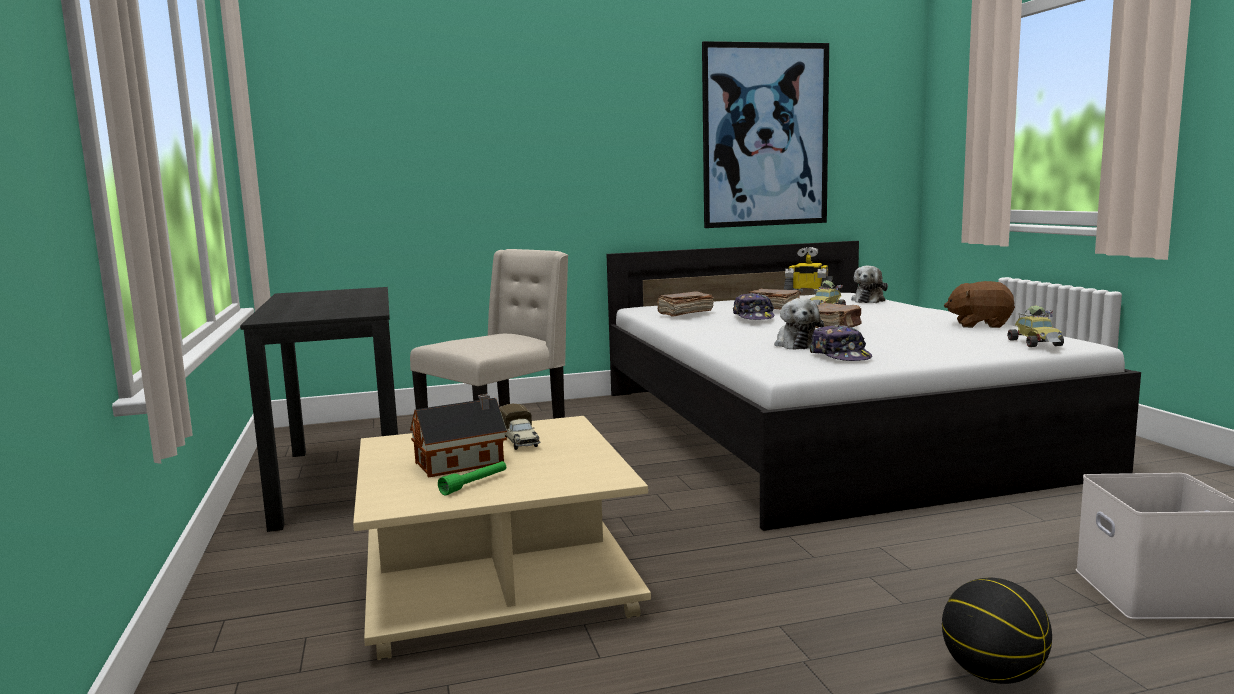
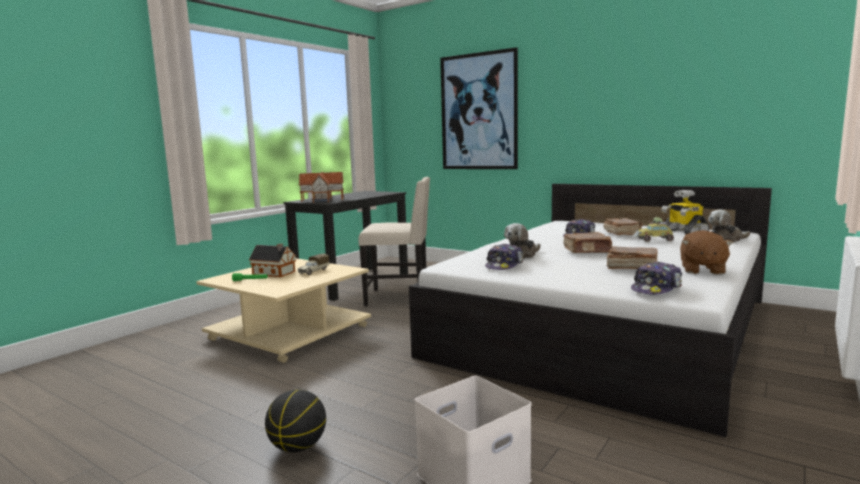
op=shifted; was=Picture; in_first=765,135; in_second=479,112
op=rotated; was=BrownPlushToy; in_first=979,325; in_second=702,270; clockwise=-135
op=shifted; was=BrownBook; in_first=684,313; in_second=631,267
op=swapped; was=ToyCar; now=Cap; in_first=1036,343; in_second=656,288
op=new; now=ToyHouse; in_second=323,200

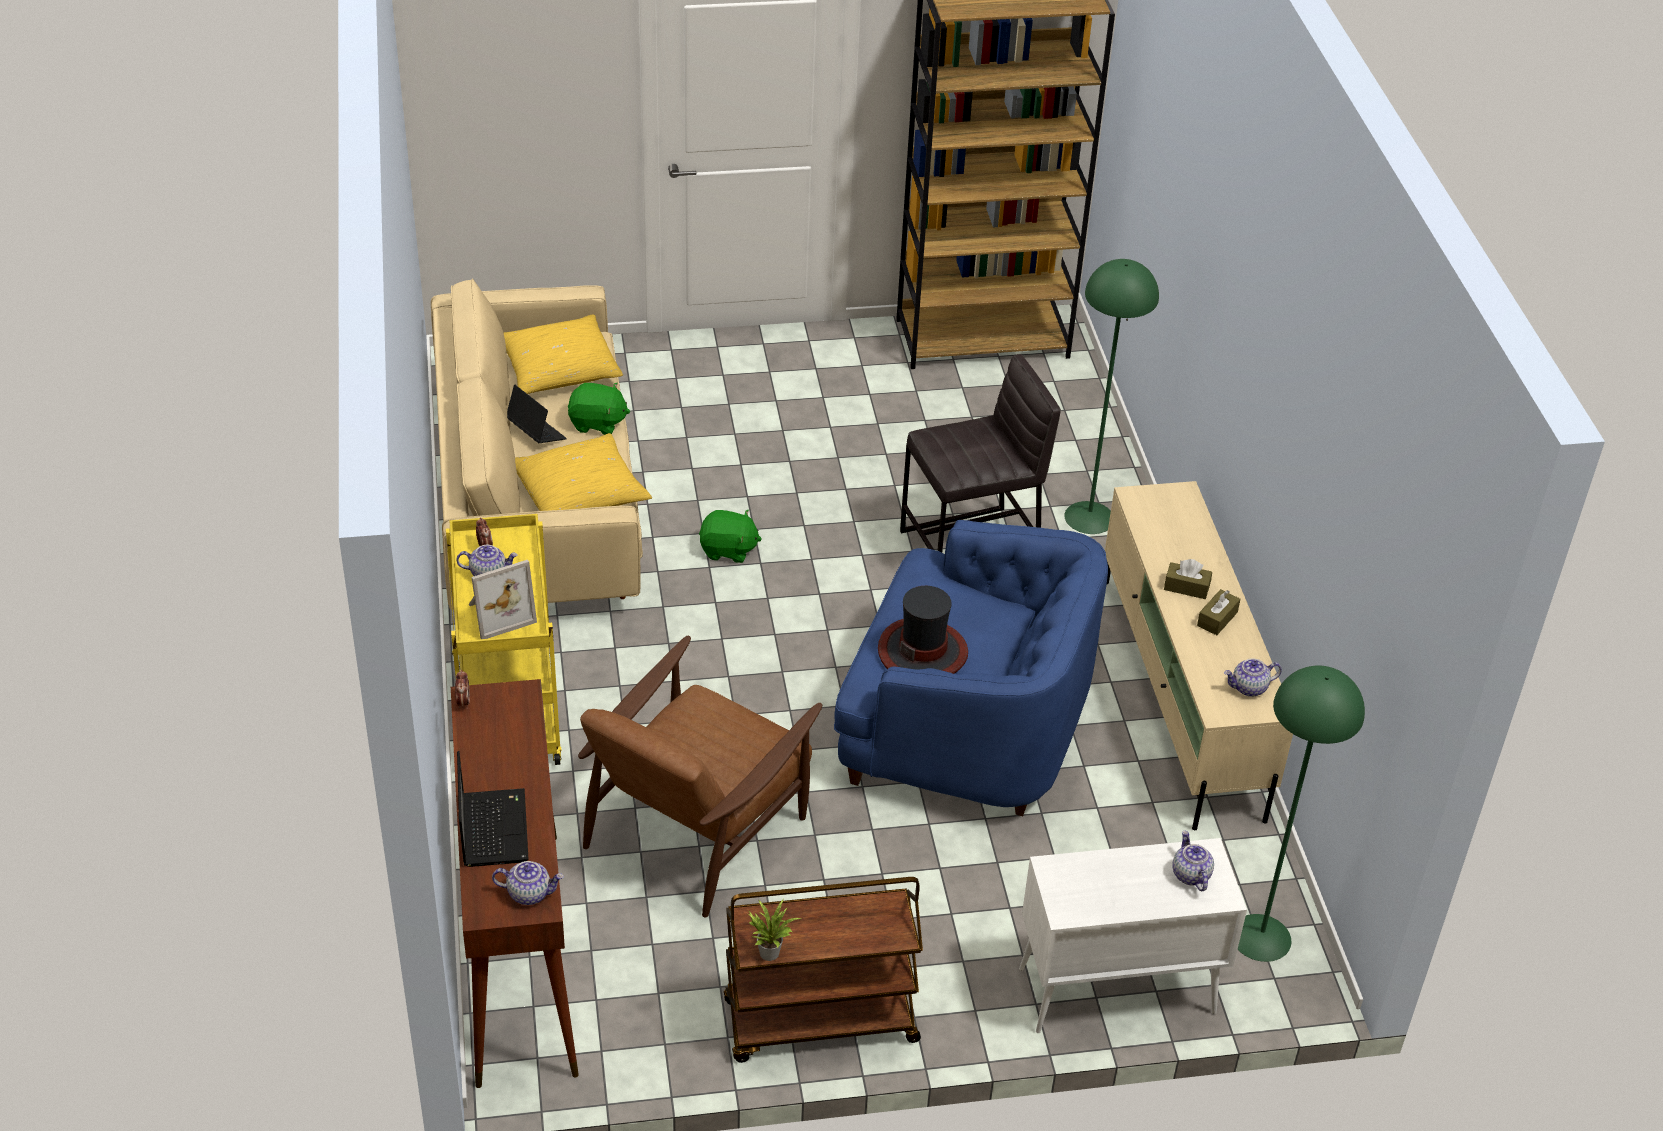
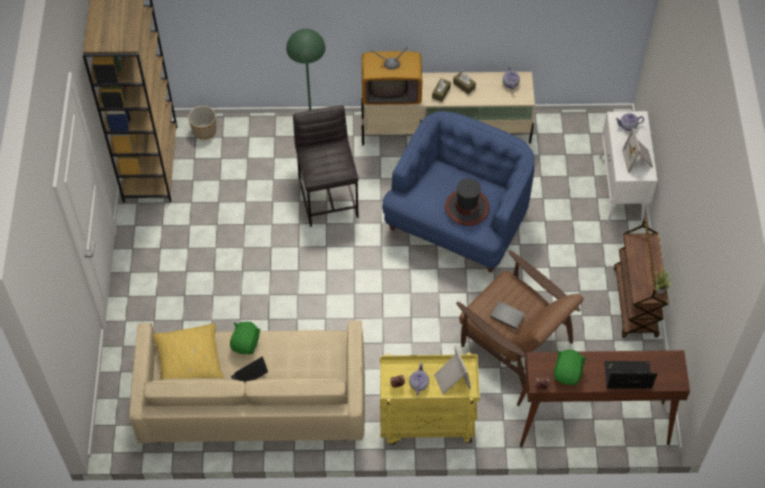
op=gone; was=YellowPillow; in_first=580,494
op=shifted; was=GreenPlushToy; in_first=728,550; in_second=568,373
op=gone; was=GreenFloorLamp; in_first=1260,938
op=gone; was=Teapot; in_first=529,893
op=new; now=Television; in_second=391,91
op=new; now=Planter; in_second=204,131
op=new; now=PictureFrame; in_second=638,159
op=new; now=GreyBook; in_second=508,315

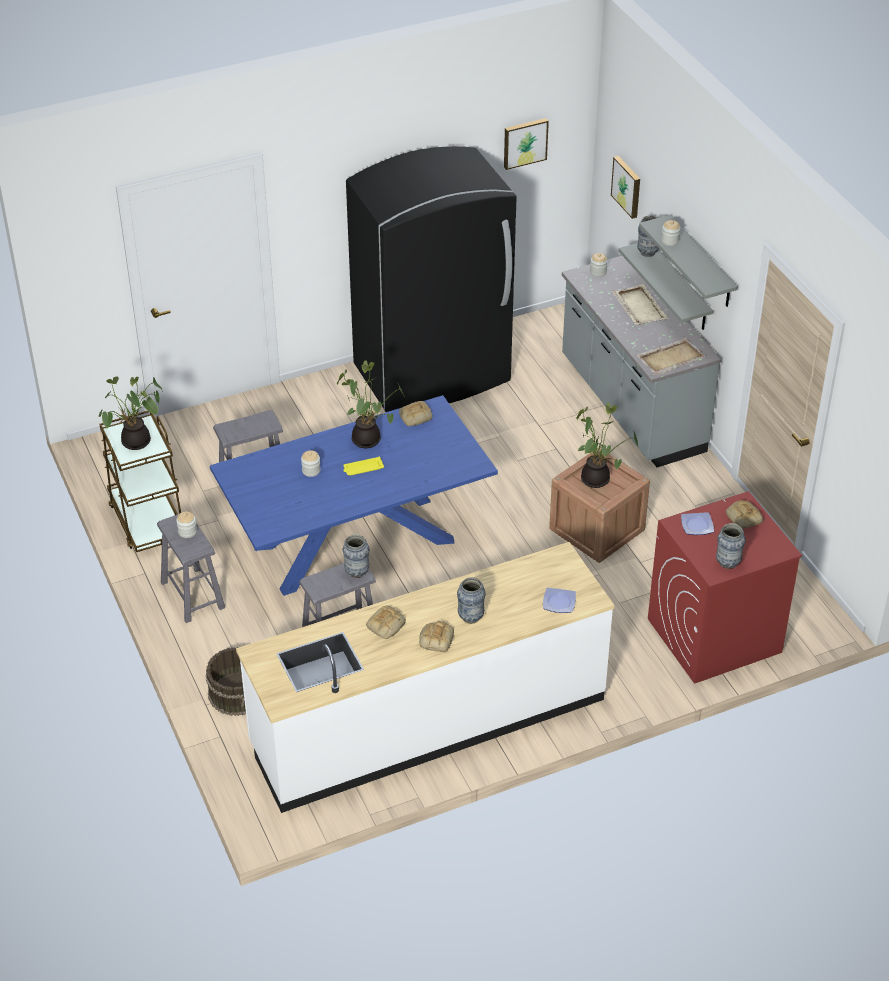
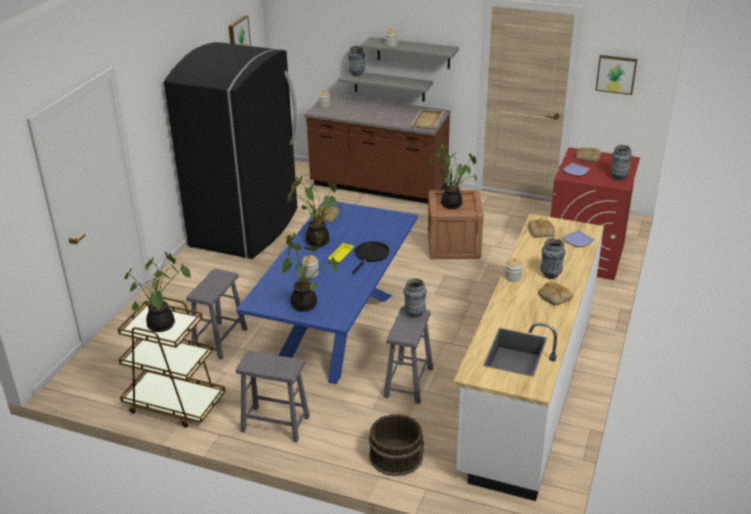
op=shifted; was=Picture; in_first=627,186; in_second=616,74
op=repainted; was=GreyCounter; now=BrownCounter; in_first=630,406; in_second=378,188
op=gone; was=BeigeTray; in_first=639,306
op=shifted; was=Jar; in_first=187,532; in_second=513,277
op=shifted; was=Bread; in_first=386,625; in_second=541,232
op=new; now=PottedPlant; in_second=306,304
op=new; now=BlackFryingPan; in_second=371,255

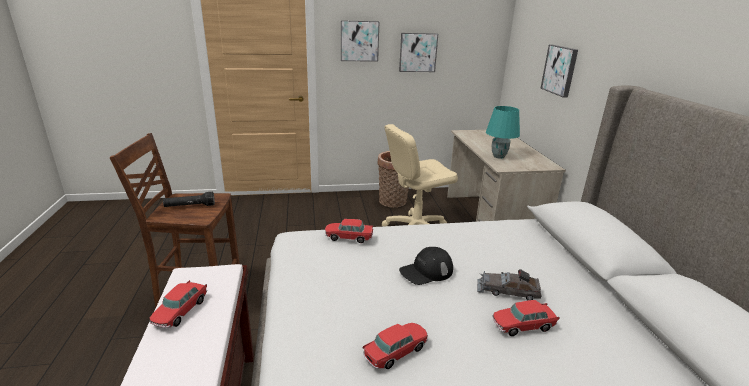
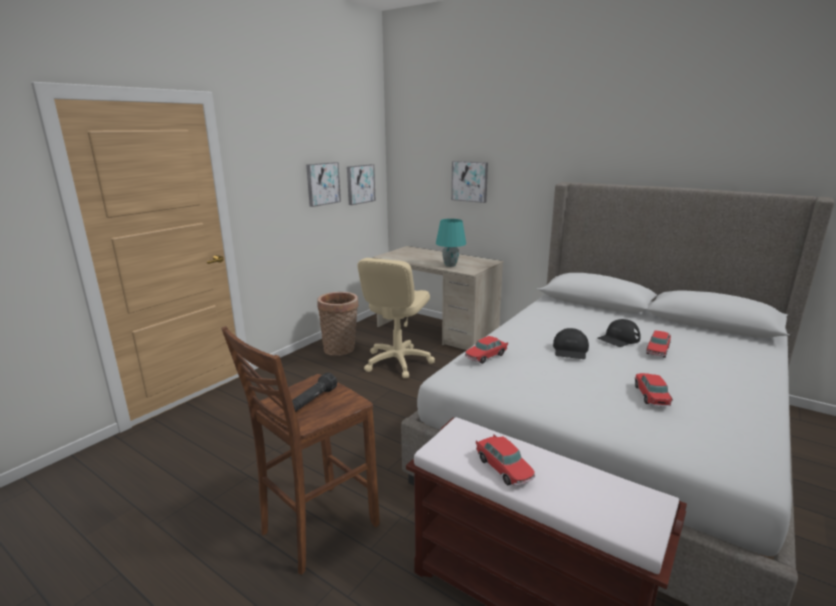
op=shifted; was=Picture; in_first=359,41; in_second=360,184
op=swapped; was=GreyToyCar; now=BlackCap; in_first=507,290; in_second=618,339

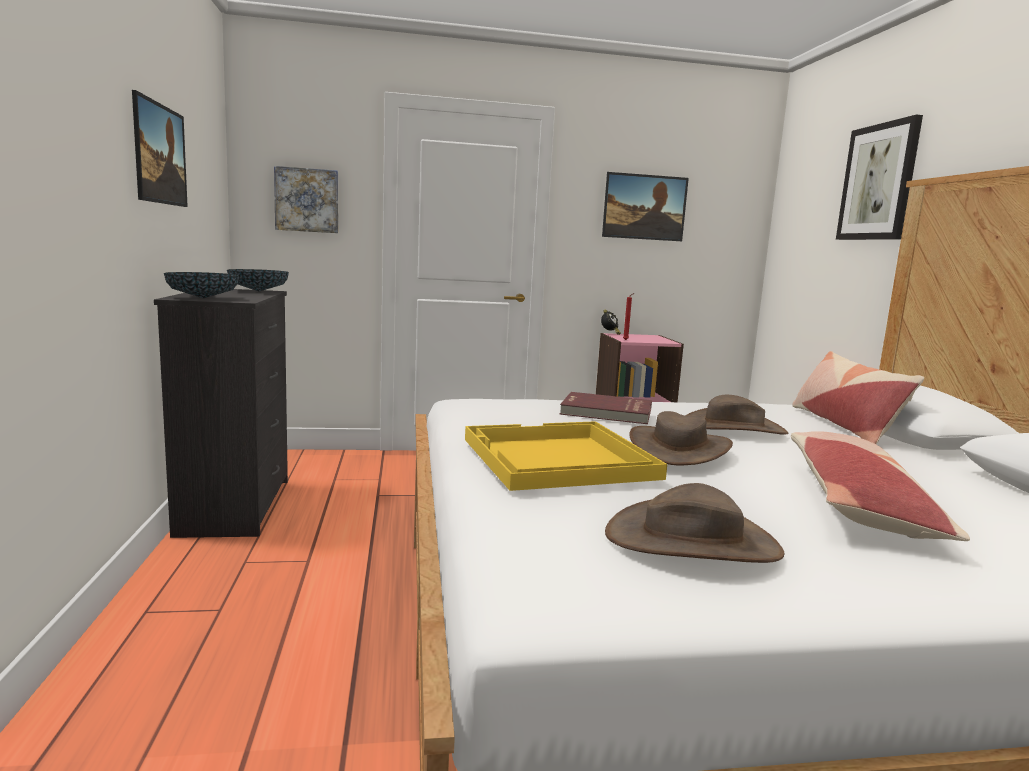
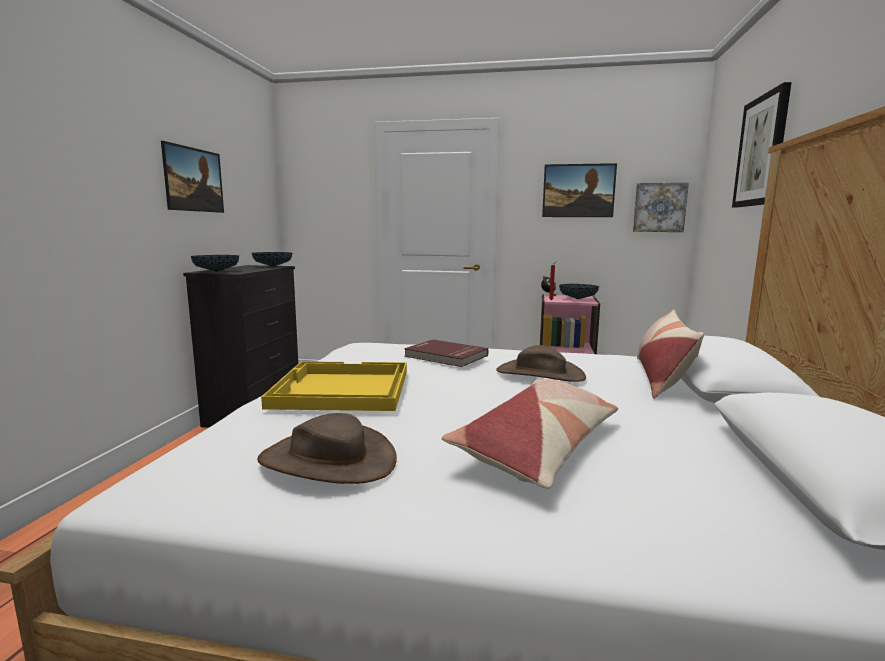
op=shifted; was=Picture; in_first=307,200; in_second=659,207
op=gone; was=BrownHat; in_first=679,448
op=new; now=Bowl; in_second=578,299

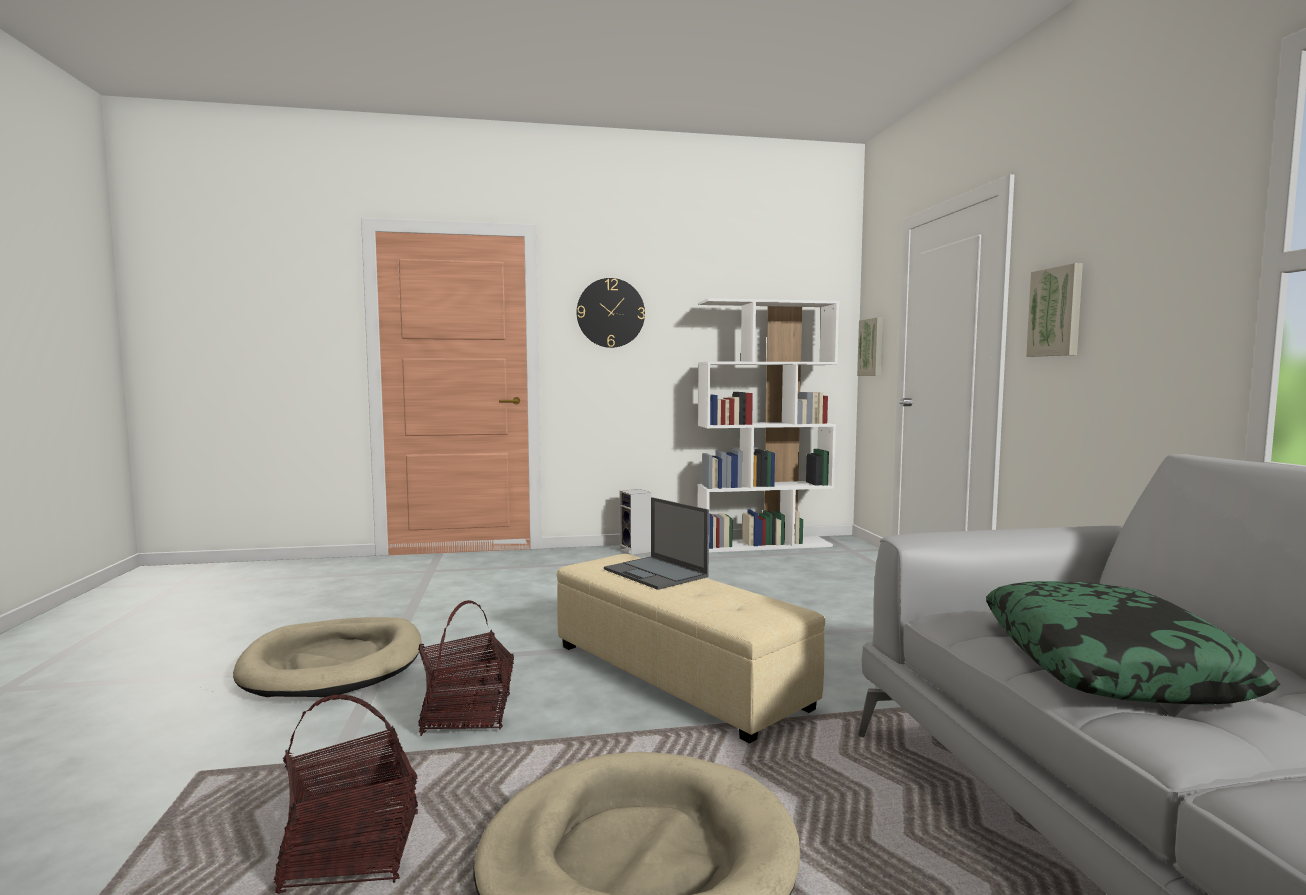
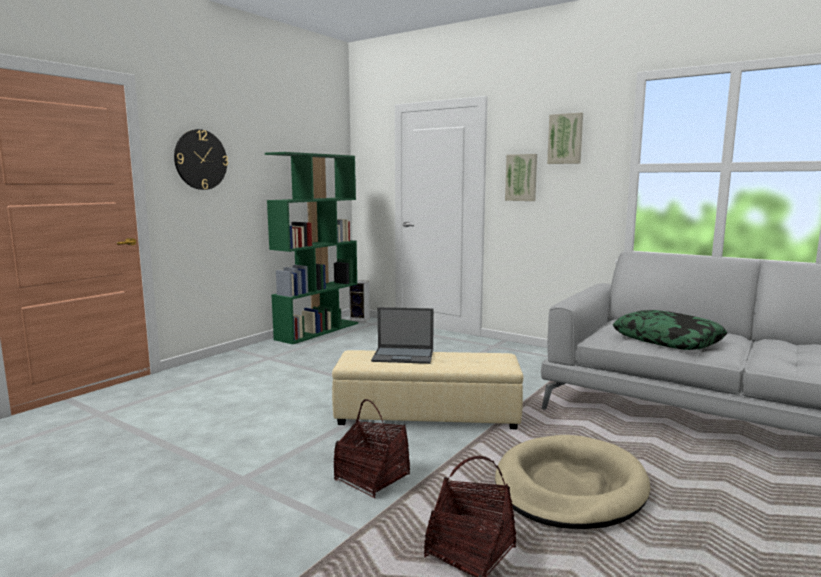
op=repainted; was=WhiteBookcase; now=GreenBookcase; in_first=764,545; in_second=318,331
op=shifted; was=Picture; in_first=872,347; in_second=565,139
op=shifted; was=Speaker; in_first=636,551; in_second=360,319
op=gone; was=BeigeDogBed; in_first=334,663

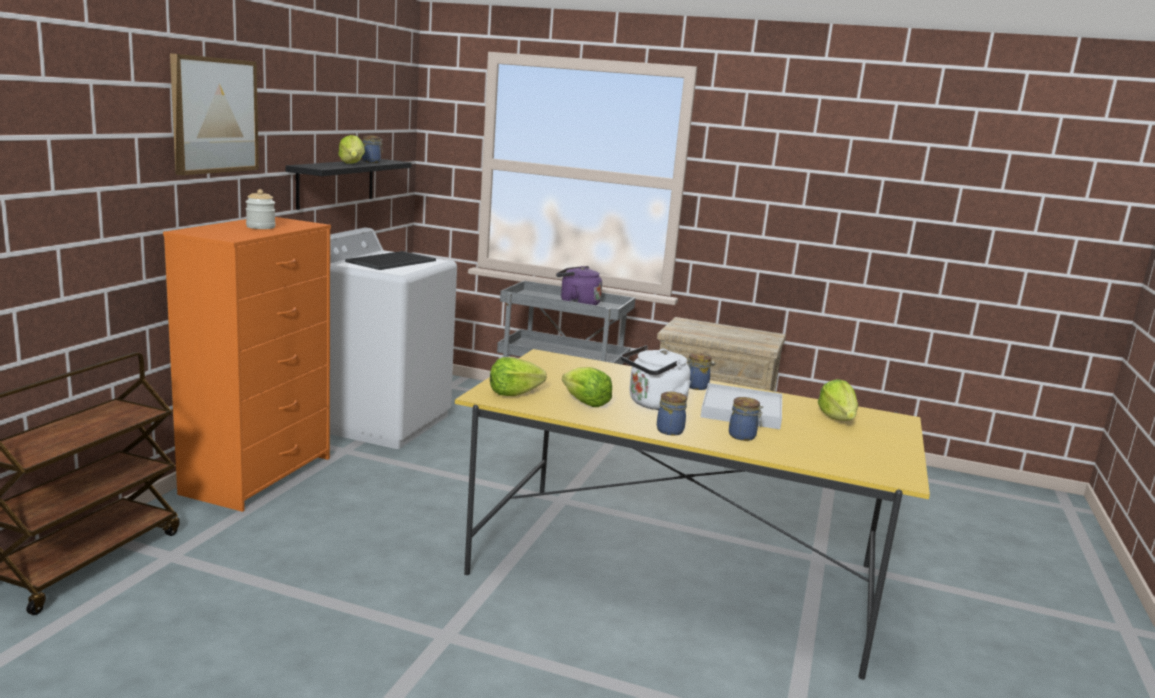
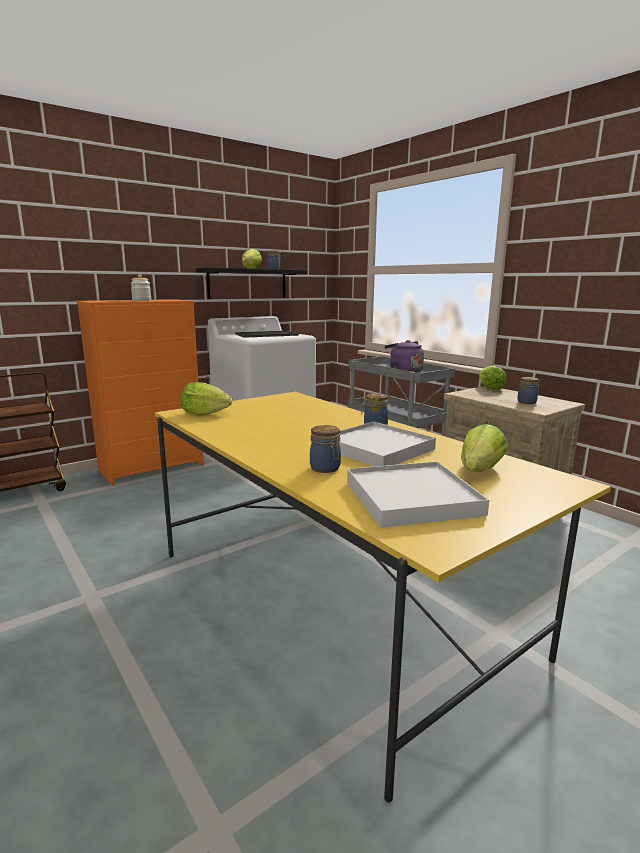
op=gone; was=Picture; in_first=214,115
op=gone; was=WhiteKettle; in_first=654,404
op=shifted; was=Lettuce; in_first=585,403; in_second=489,388
op=shifted; was=Jar; in_first=670,430; in_second=527,402
op=new; now=WhiteTray; in_second=412,498

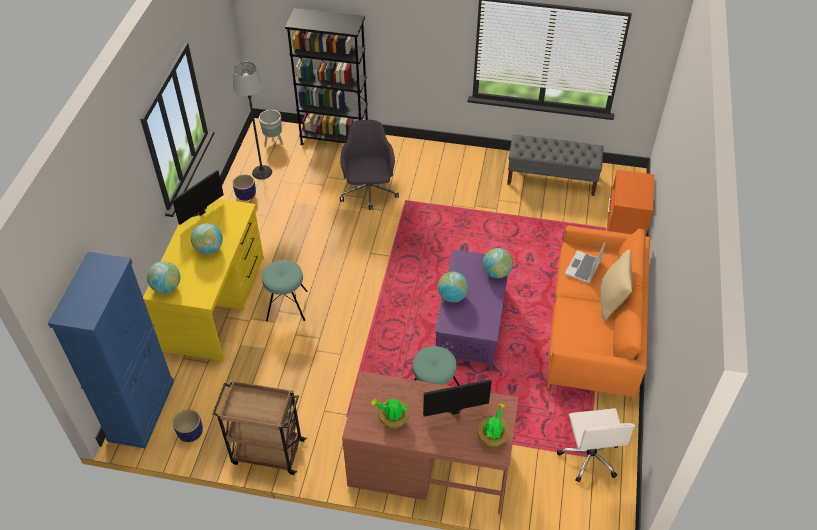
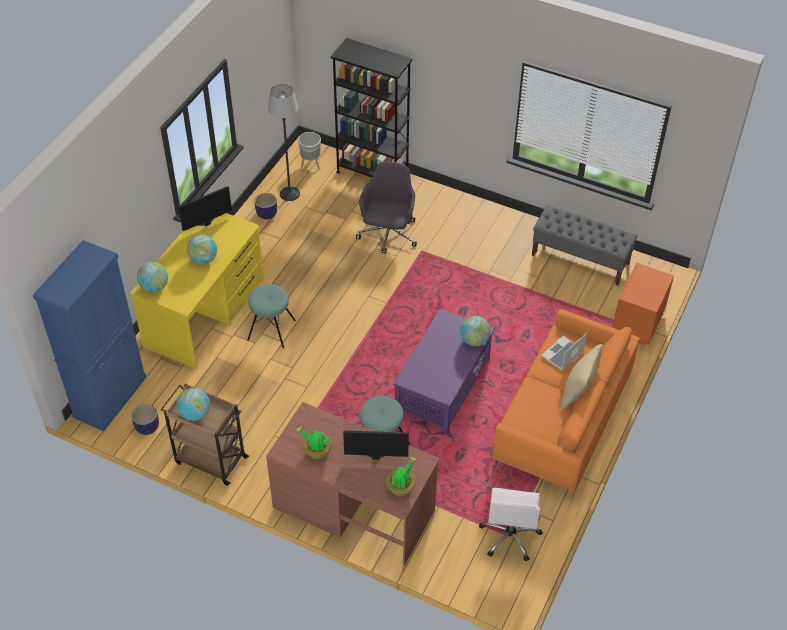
op=shifted; was=Globe; in_first=452,296; in_second=195,414

